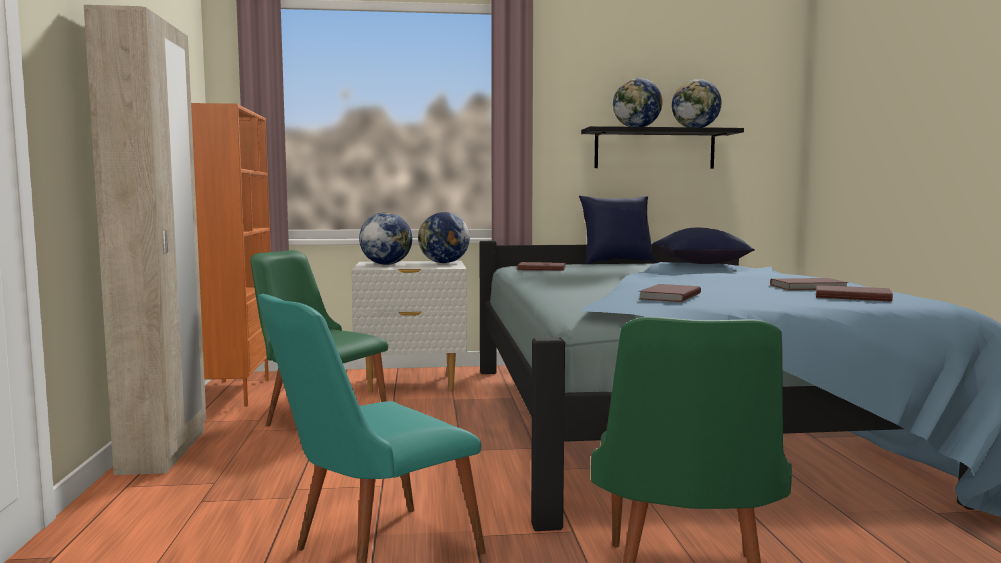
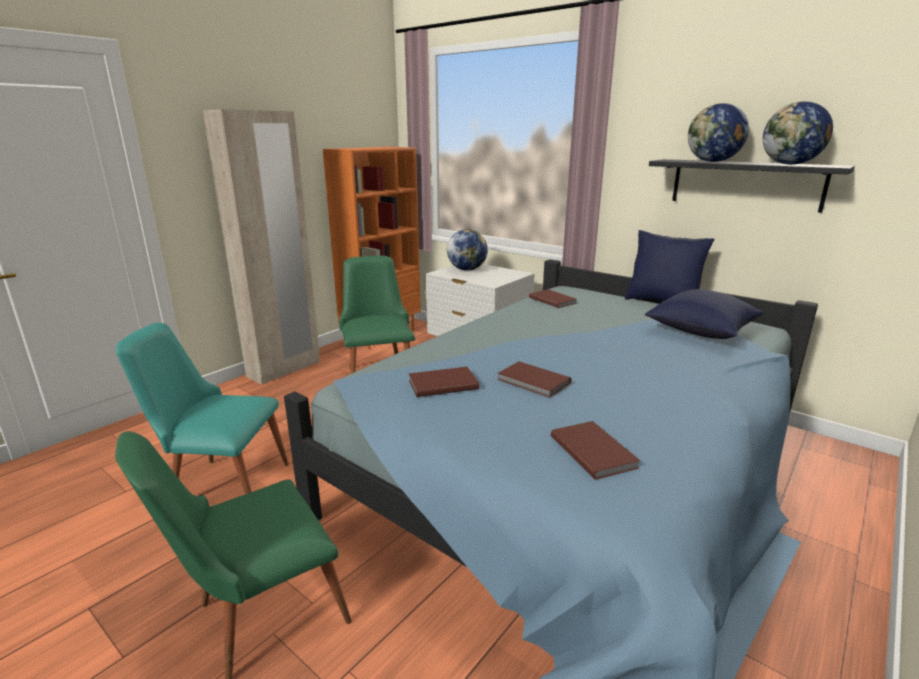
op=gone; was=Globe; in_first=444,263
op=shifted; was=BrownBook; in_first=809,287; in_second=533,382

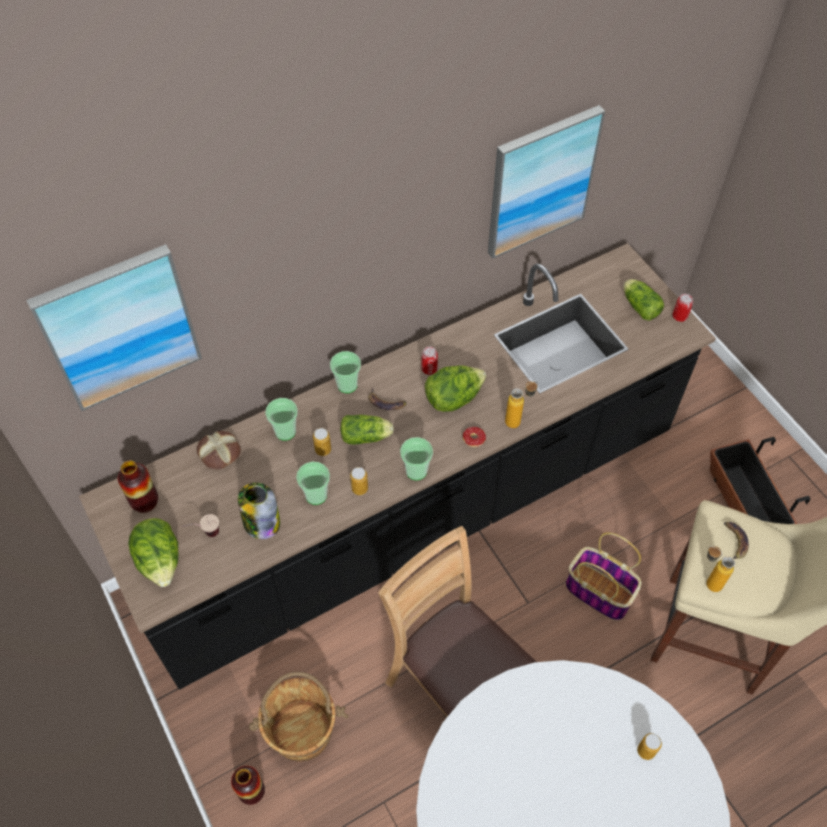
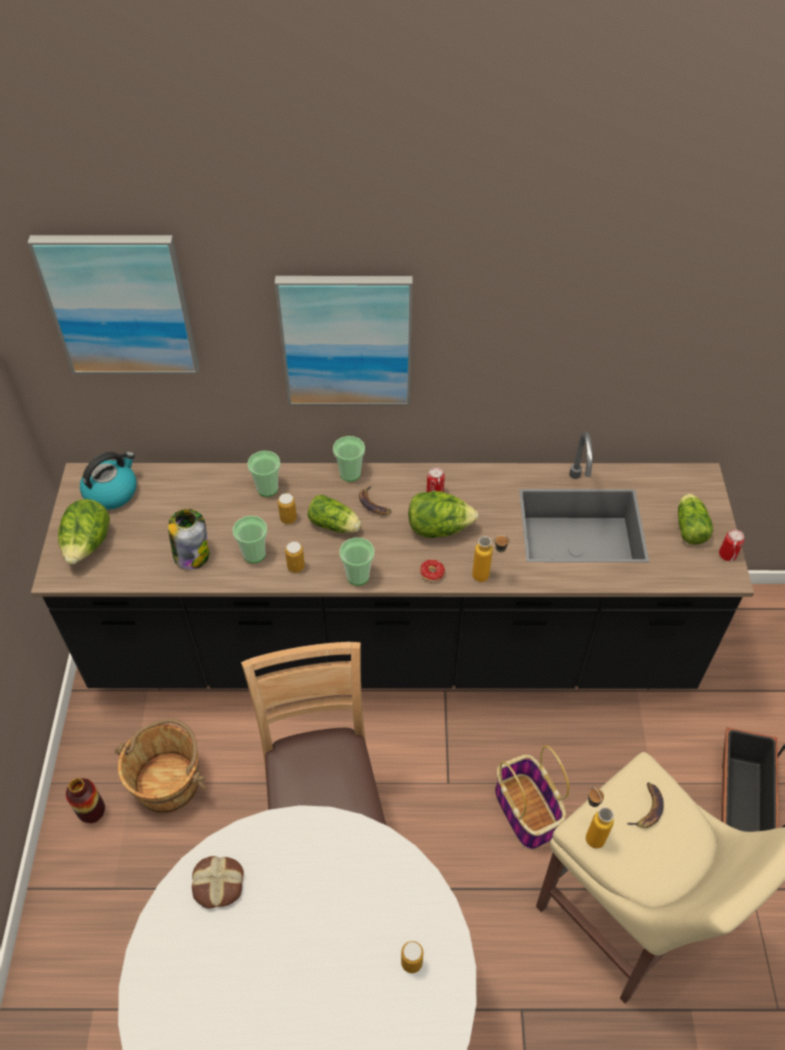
op=shifted; was=Picture; in_first=540,181; in_second=347,340
op=shifted; was=Bread; in_first=220,453; in_second=218,885
op=swapped; was=Vase; now=Kettle; in_first=145,502; in_second=112,492
op=gone; was=Cup; in_first=204,534

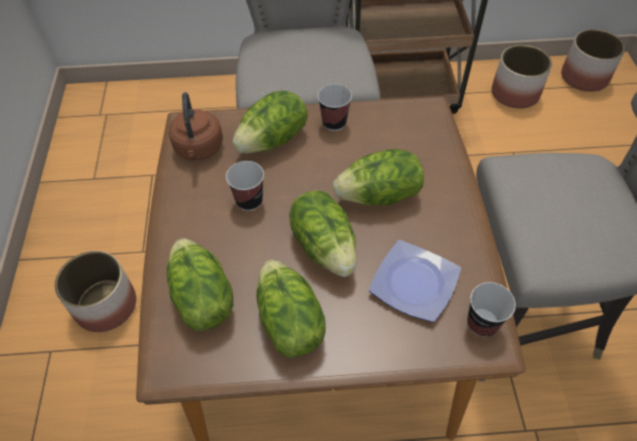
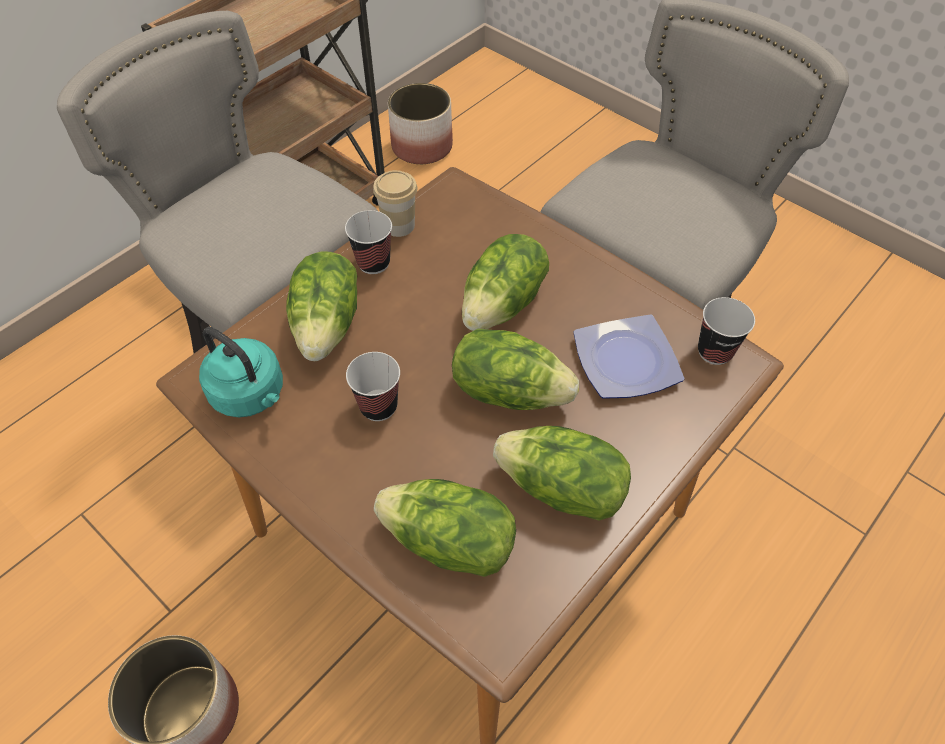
op=gone; was=Planter; in_first=584,77
op=repainted; was=BrownKettle; now=TurquoiseKettle; in_first=199,149; in_second=251,395
op=new; now=Cup; in_second=399,225

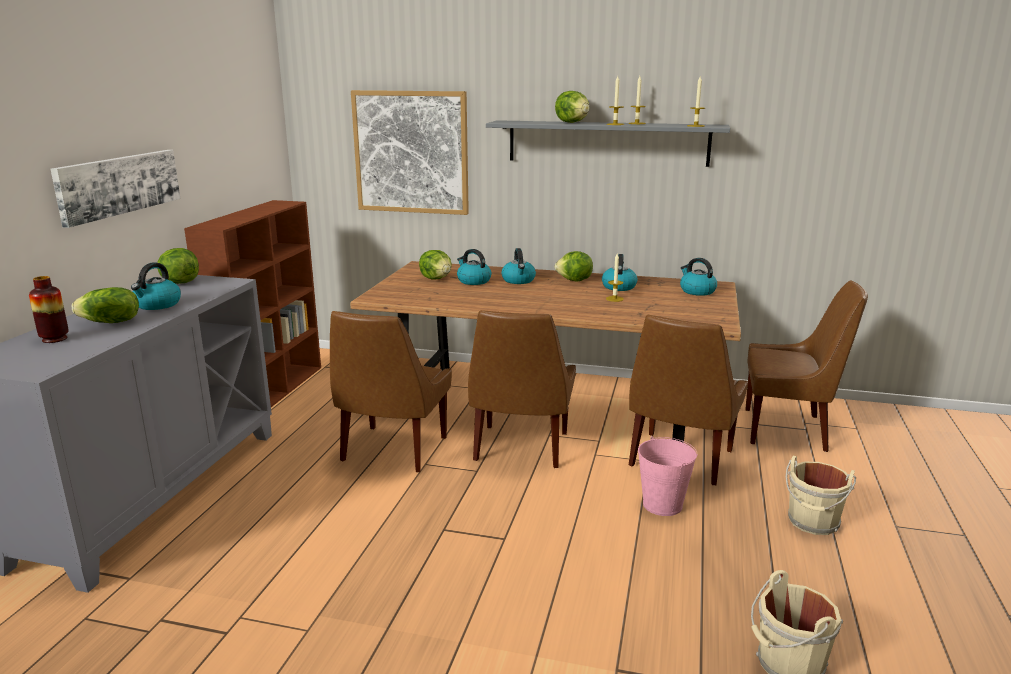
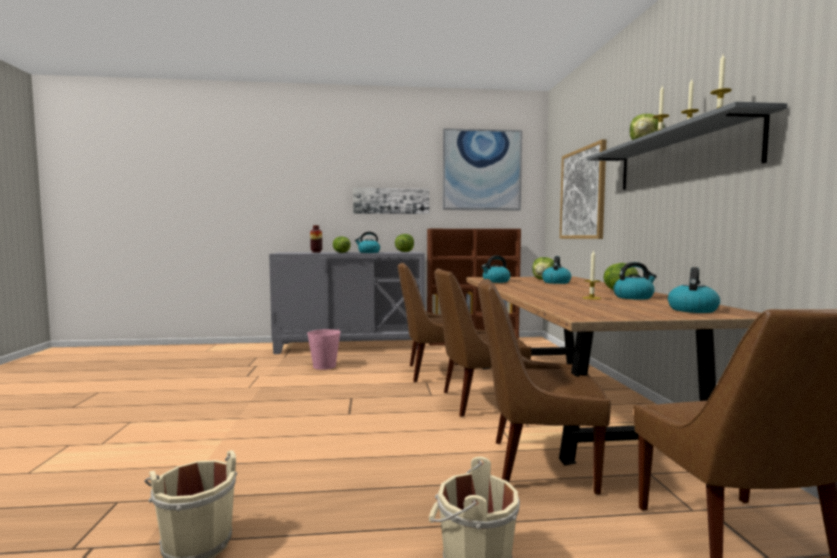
op=shifted; was=Kettle; in_first=518,280; in_second=496,281
op=shifted; was=PinkBucket; in_first=662,505; in_second=324,366
op=new; now=Picture; in_second=482,170

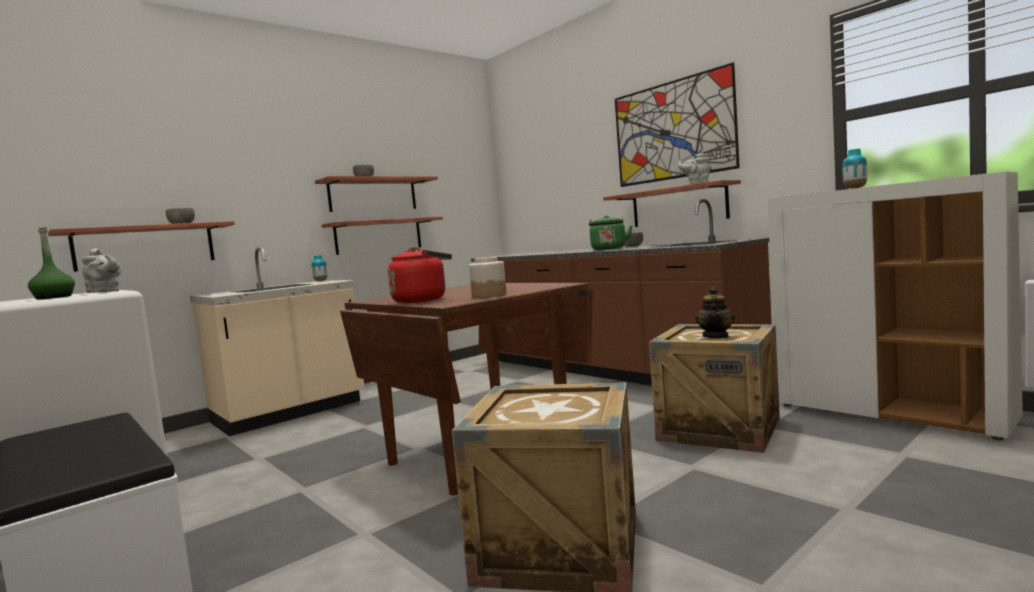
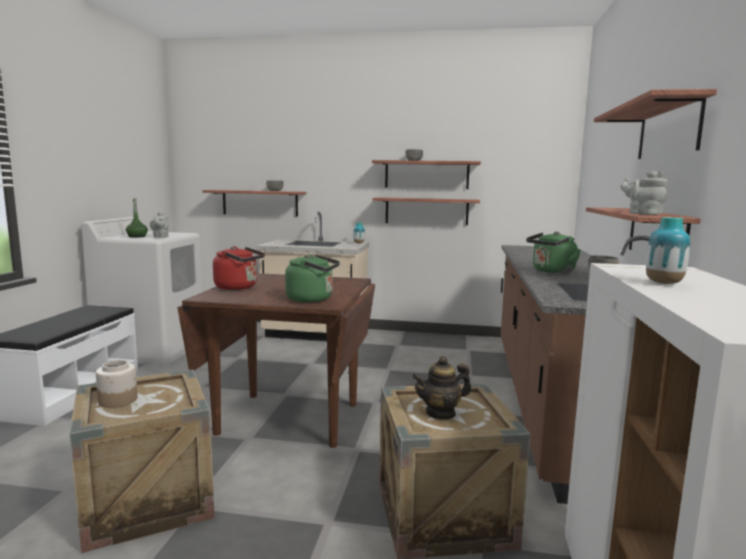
op=swapped; was=Picture; now=Shelf; in_first=672,130; in_second=668,130
op=shifted; was=Jar; in_first=489,295; in_second=118,400
op=new; now=GreenKettle; in_second=312,299

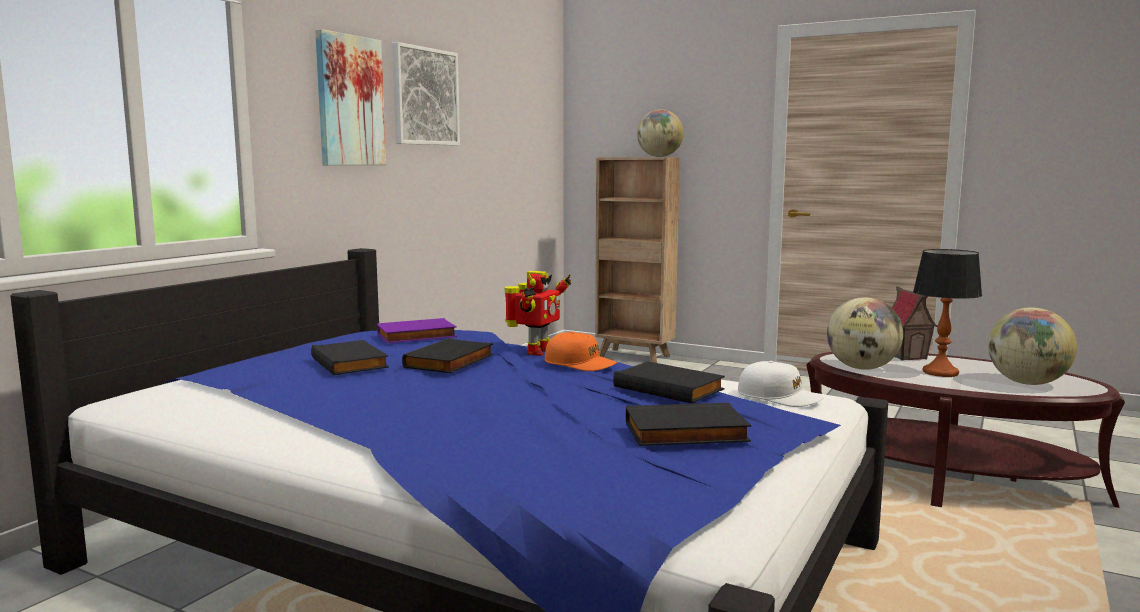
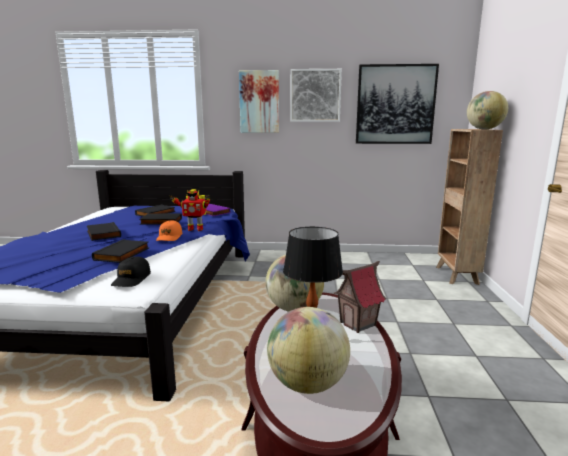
op=repainted; was=WhiteCap; now=BlackCap; in_first=779,397; in_second=131,279
op=shifted; was=BlackBook; in_first=685,433; in_second=102,234
op=new; now=Picture; in_second=395,105

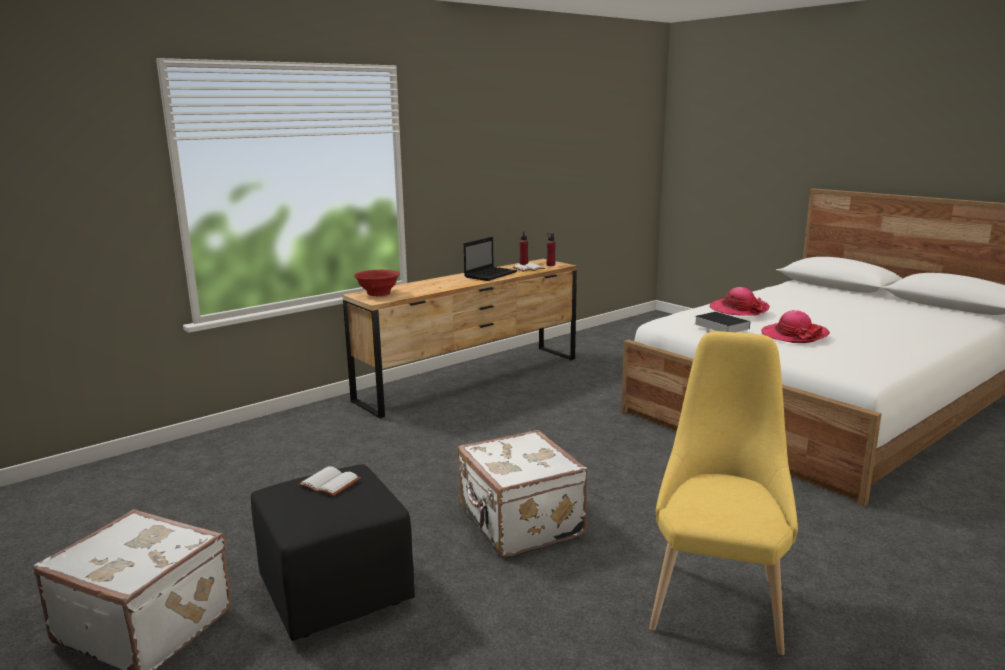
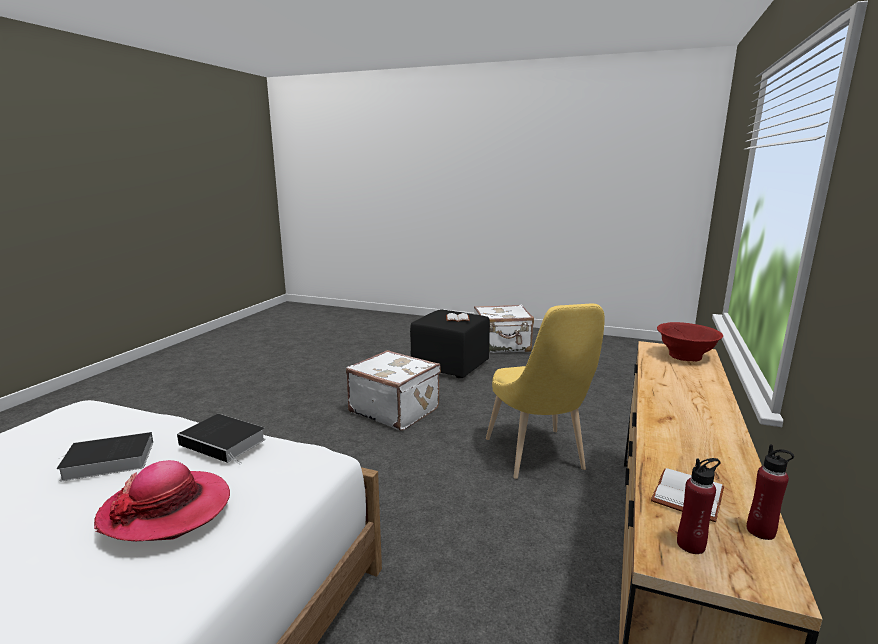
op=gone; was=Laptop; in_first=491,274
op=swapped; was=Hat; now=Book; in_first=794,335; in_second=106,461
op=shifted; was=YellowChair; in_first=717,598; in_second=537,457

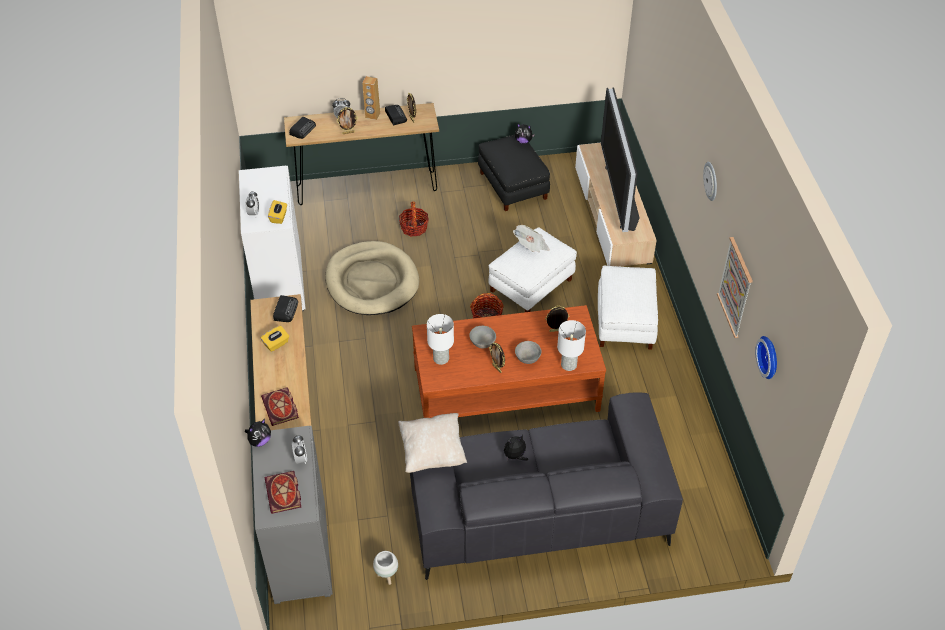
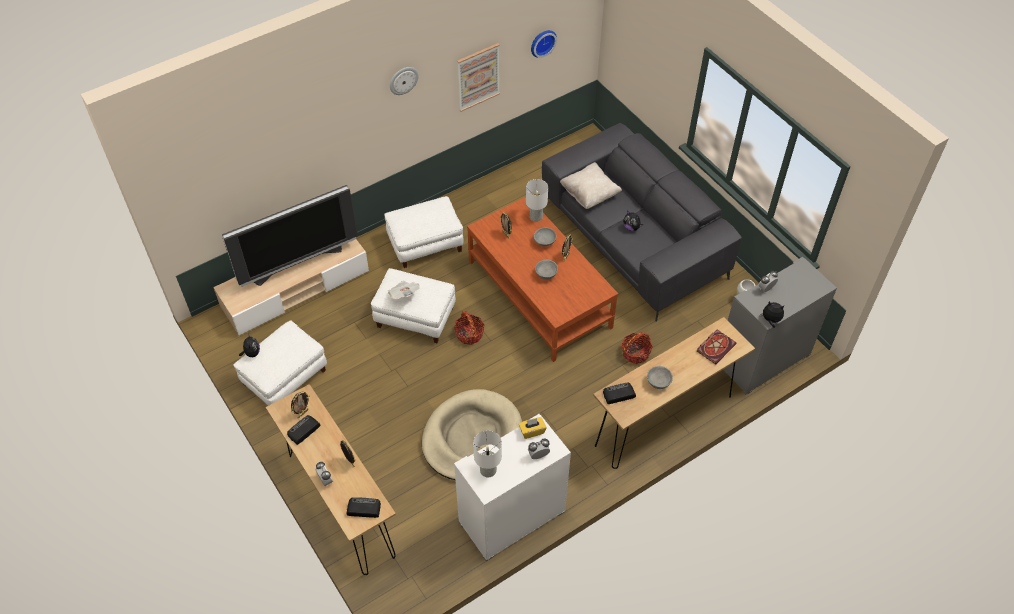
op=gone; was=BrownSpeaker; in_first=372,115
op=repainted; was=BlackOttoman; now=WhiteOttoman; in_first=512,185; in_second=285,378
op=shifted; was=Basket; in_first=414,228; in_second=635,353
op=shifted; was=WhiteTableLamp; in_first=441,358; in_second=487,470
op=swapped; was=YellowTissueBox; now=GreyBowl; in_first=276,344; in_second=658,382
op=shifted; was=BeigePillow; in_first=432,452; in_second=589,194
op=gone; was=Book; in_first=284,494

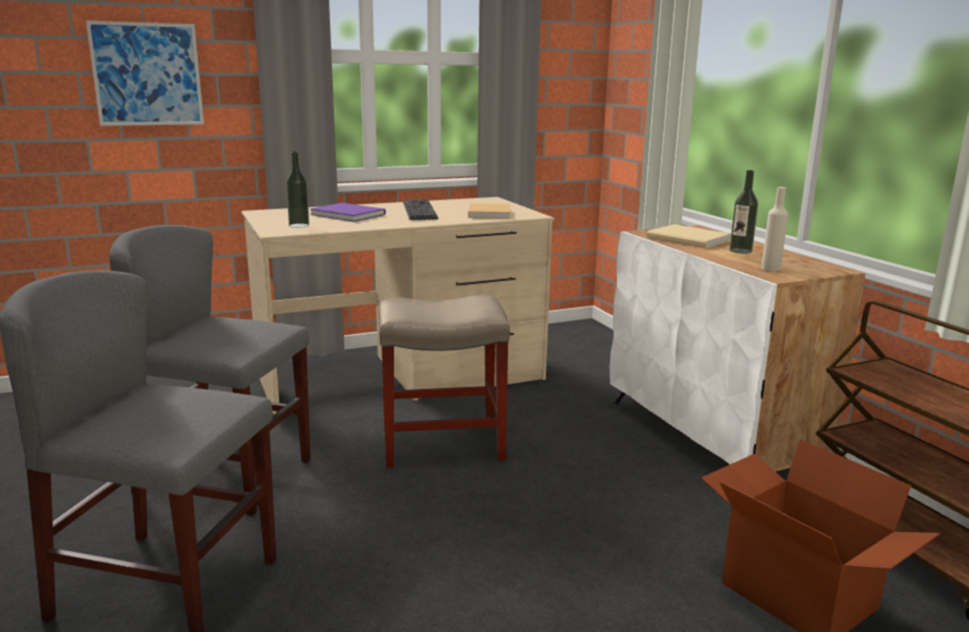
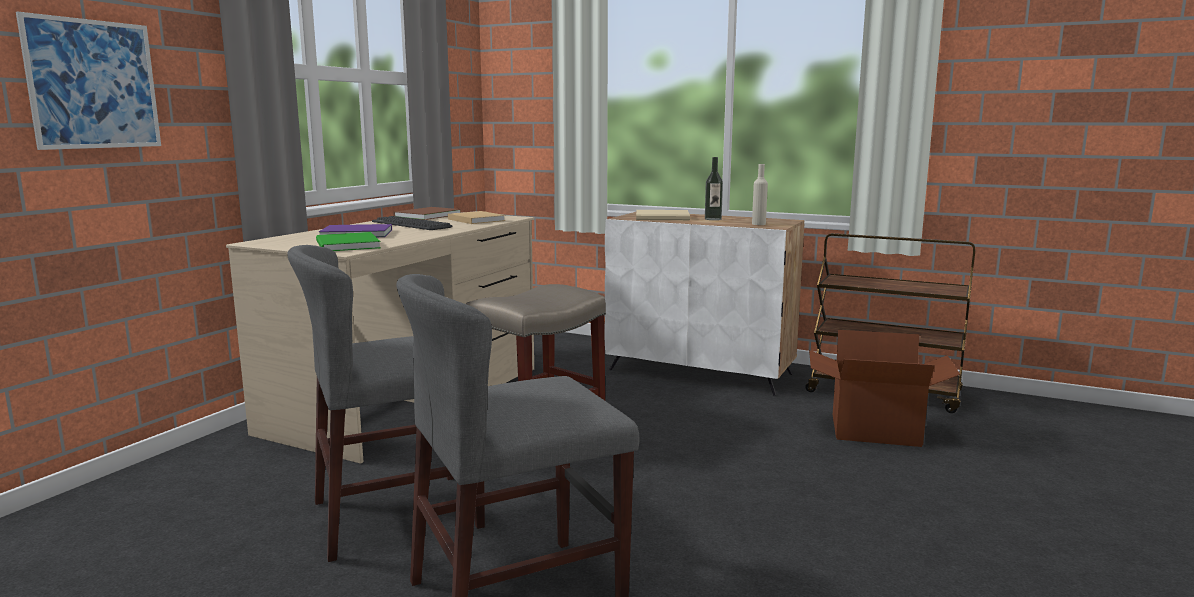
op=swapped; was=Bottle; now=GreenBook; in_first=299,225; in_second=346,245
op=new; now=BrownBook; in_second=425,215

